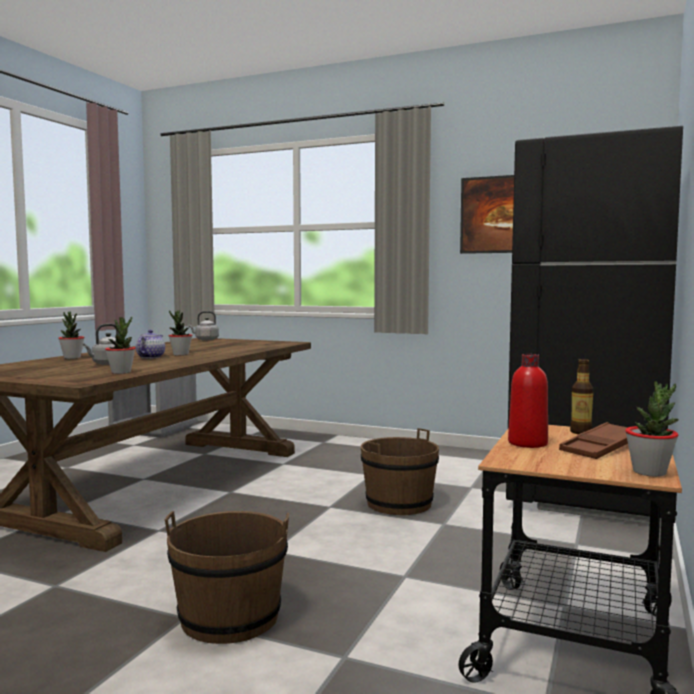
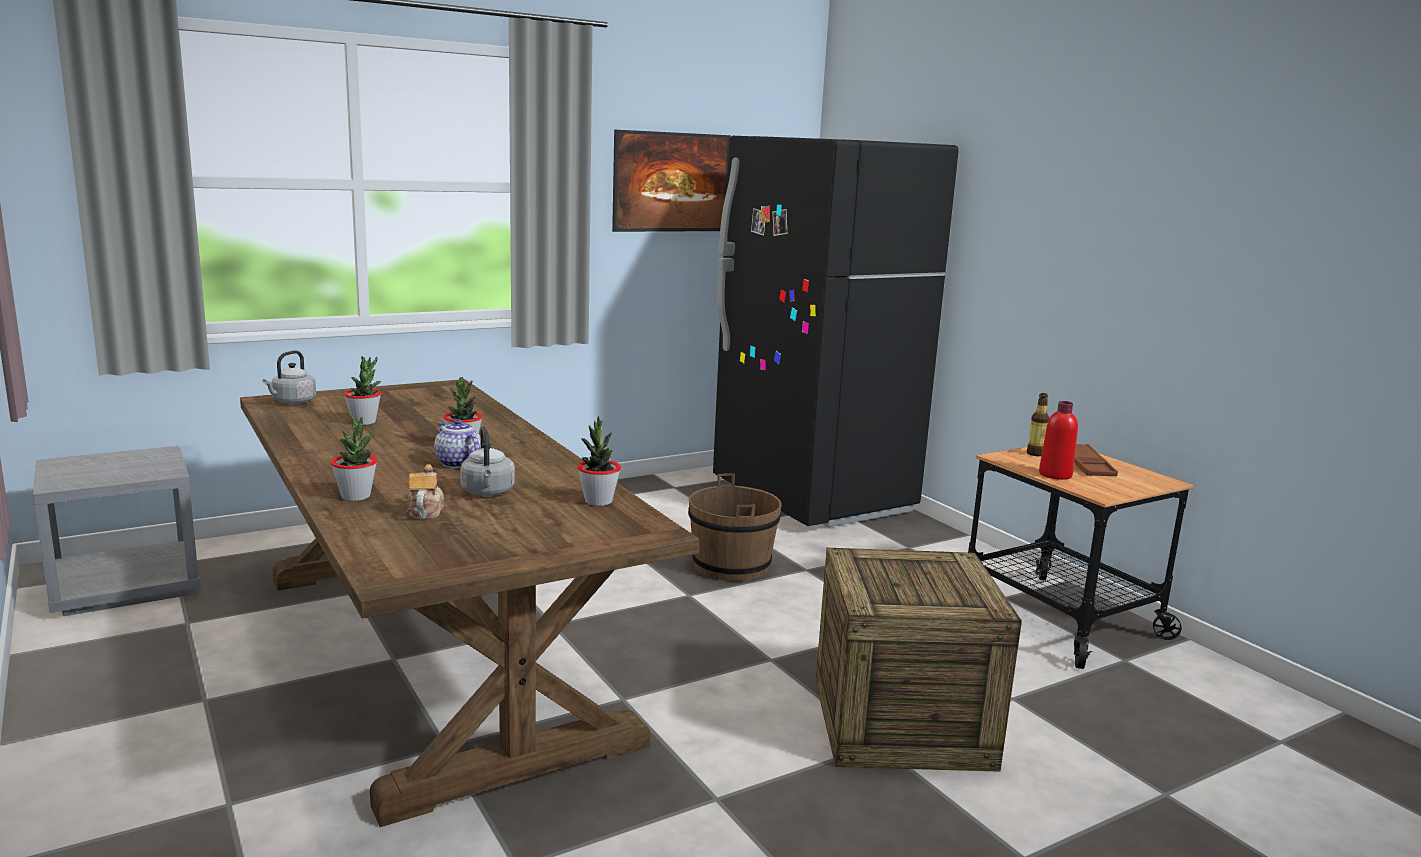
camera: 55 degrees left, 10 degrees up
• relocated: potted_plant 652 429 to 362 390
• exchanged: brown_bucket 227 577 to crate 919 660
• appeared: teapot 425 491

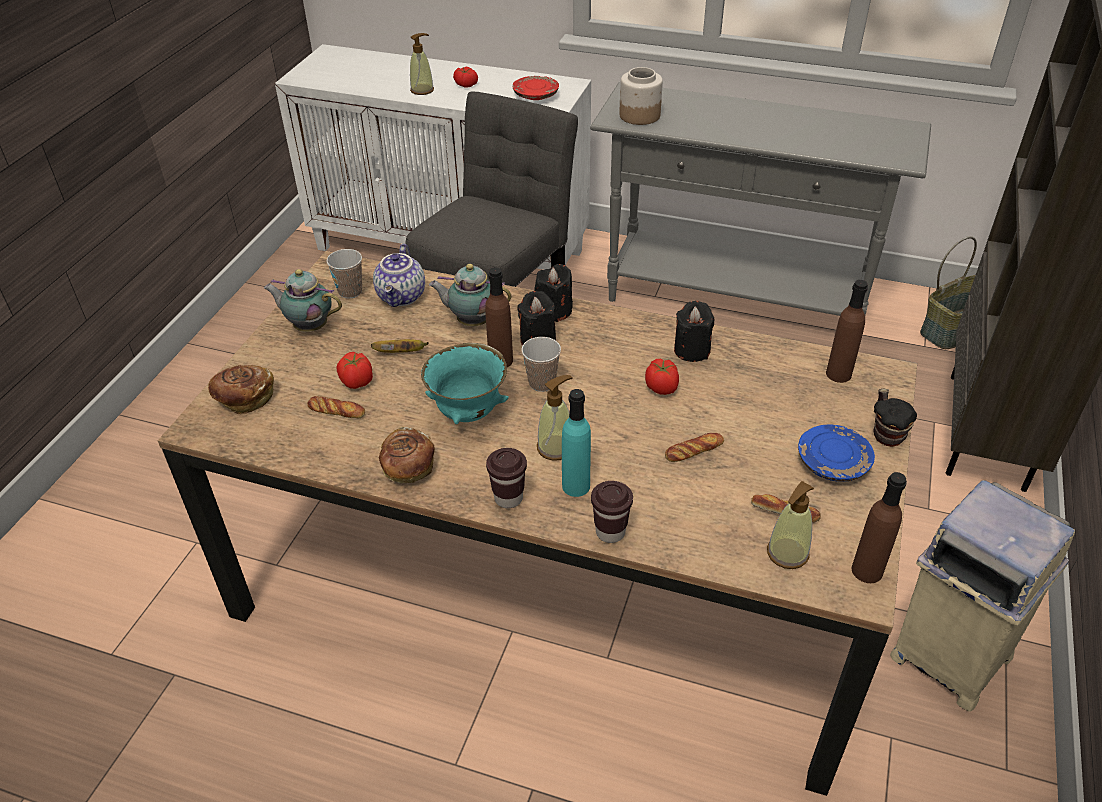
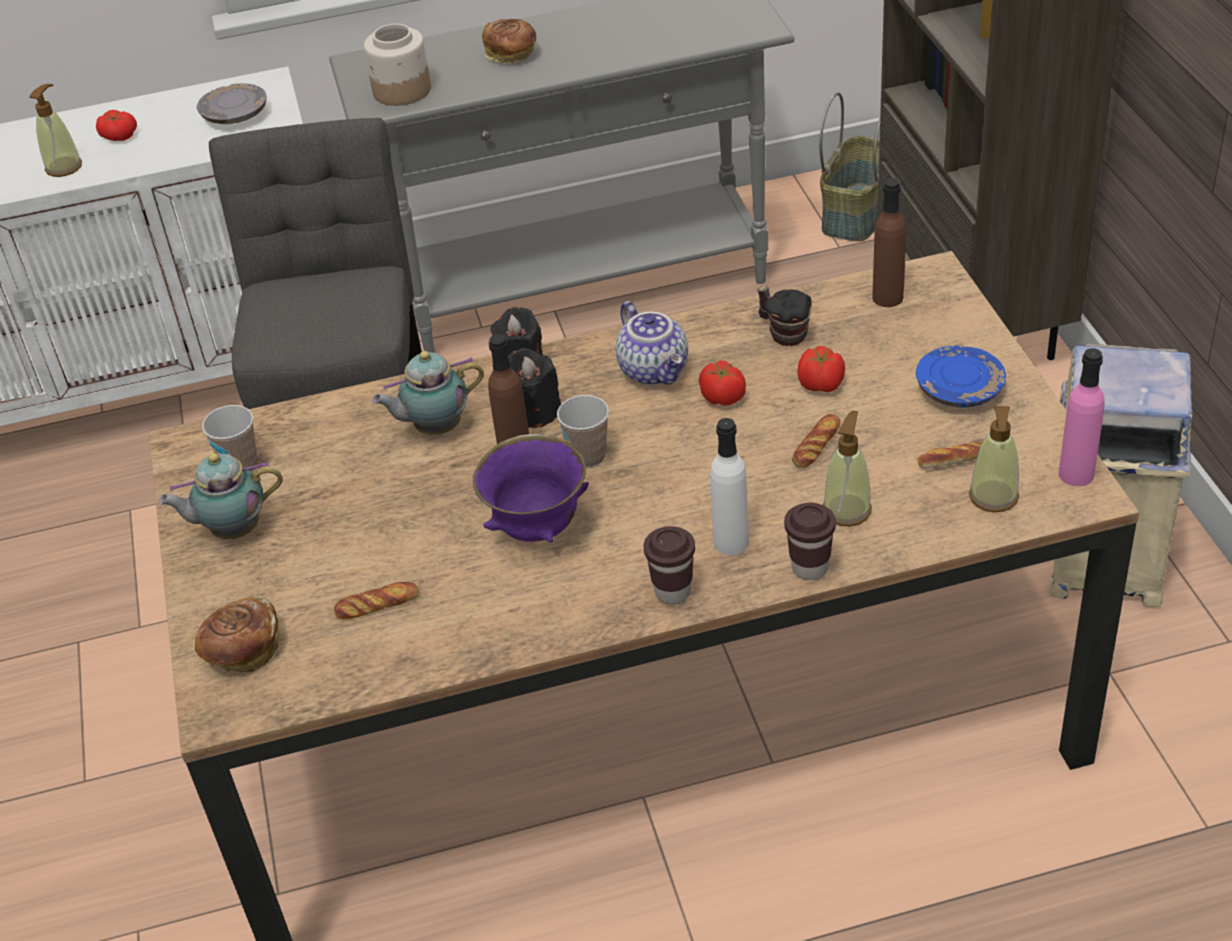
camera: 30 degrees left, 0 degrees up
• colour: red_plate 535 88 to grey_plate 232 103
• relocated: teapot 399 275 to 652 343
• missing: black_candle 694 331
• missing: banana 400 346
• colour: turquoise_bowl 465 383 to purple_bowl 531 488
• relocated: tomato 355 370 to 821 369
• relocated: soap_dispenser 555 418 to 847 468
• relocated: mug 895 417 to 784 315
• colour: turquoise_bottle 576 443 to white_bottle 729 486
• relocated: bread 407 455 to 509 41
• colour: brown_bottle 879 527 to pink_bottle 1082 417

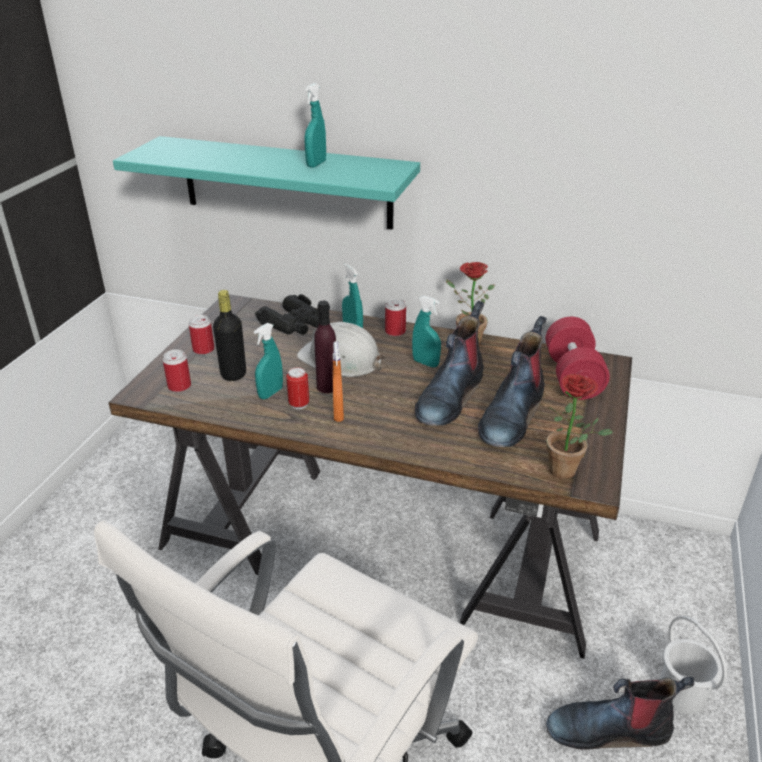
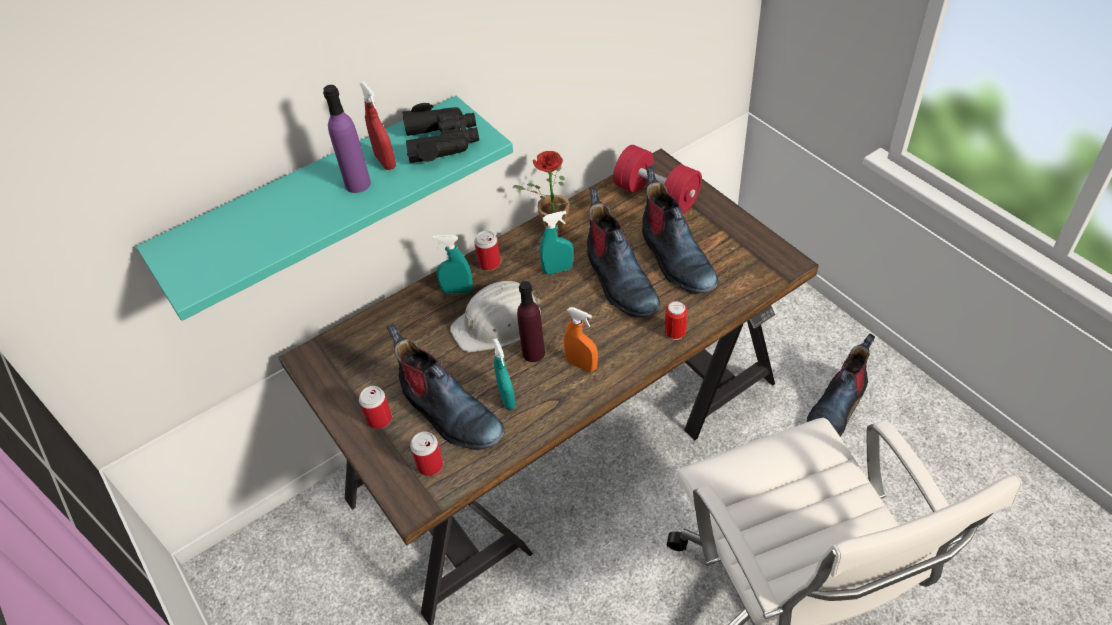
camera: 50 degrees left, 15 degrees up
• colour: turquoise_spray_bottle 315 125 to red_spray_bottle 378 126
• exchanged: black_bottle 229 335 to boot 445 386
• relocated: black_binoculars 287 314 to 440 133
• relocated: can 297 388 to 676 320
• missing: potted_plant 579 426
• missing: white_bucket 693 665
• appeared: purple_bottle 347 139

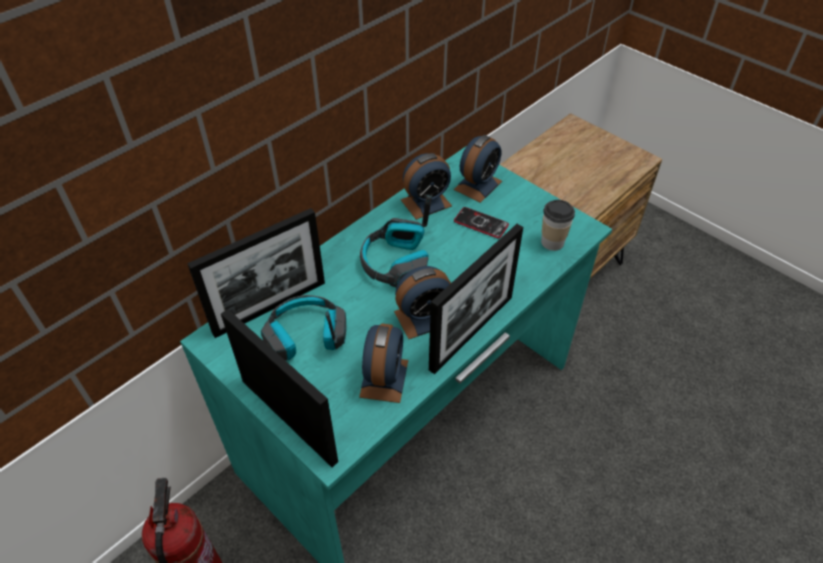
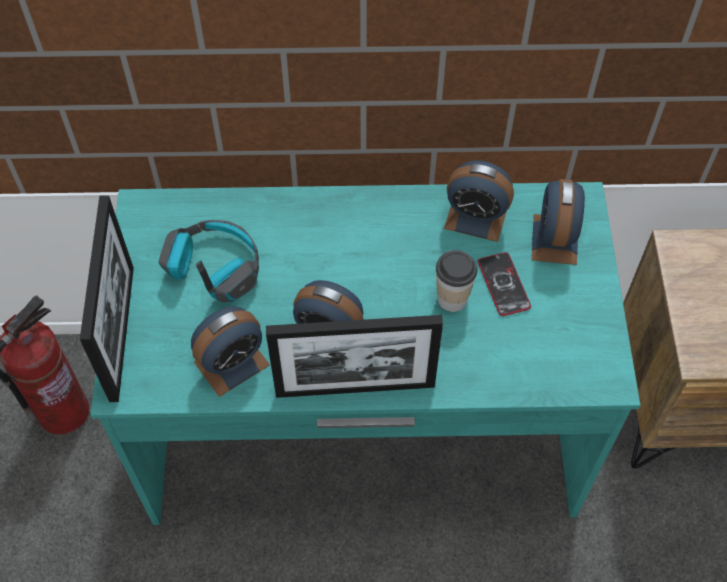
camera: 45 degrees right, 10 degrees up
• spun: alarm_clock 478 169 = 558 222 105 degrees clockwise
• missing: headphones 396 241
• relocated: cup 558 225 to 456 281
• missing: picture_frame 256 273

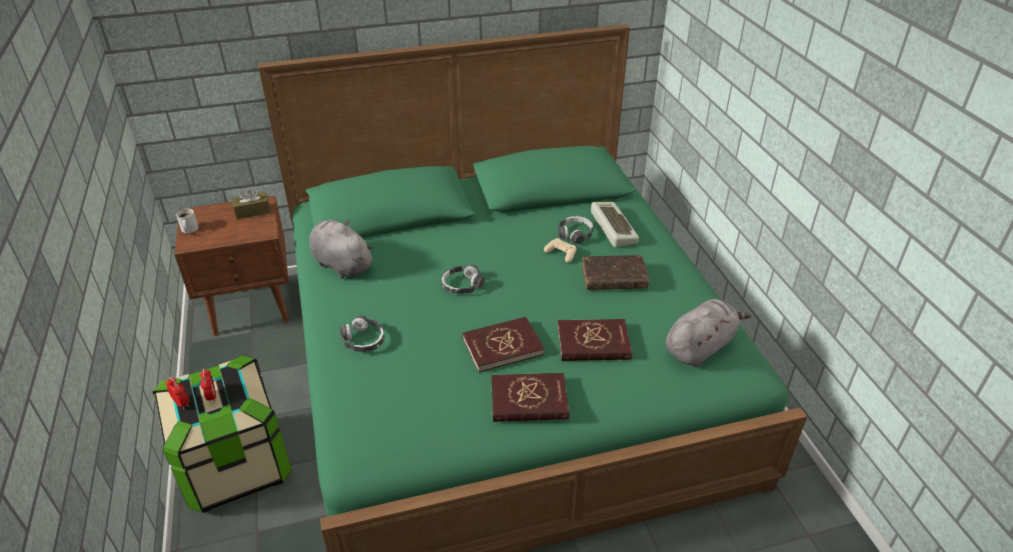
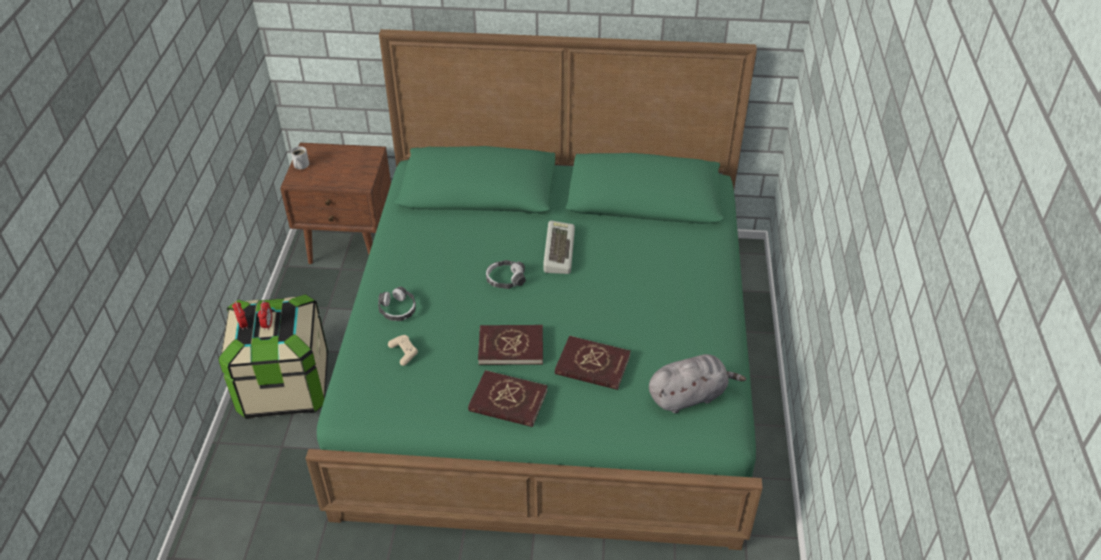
camera: 20 degrees right, 5 degrees up
• missing: brown_tissue_box 251 203
• relocated: keyboard 615 225 to 559 247
• missing: headphones 576 230
• missing: grey_plush_toy 342 249
• relocated: beige_game_controller 560 250 to 403 350
• missing: brown_book 615 272

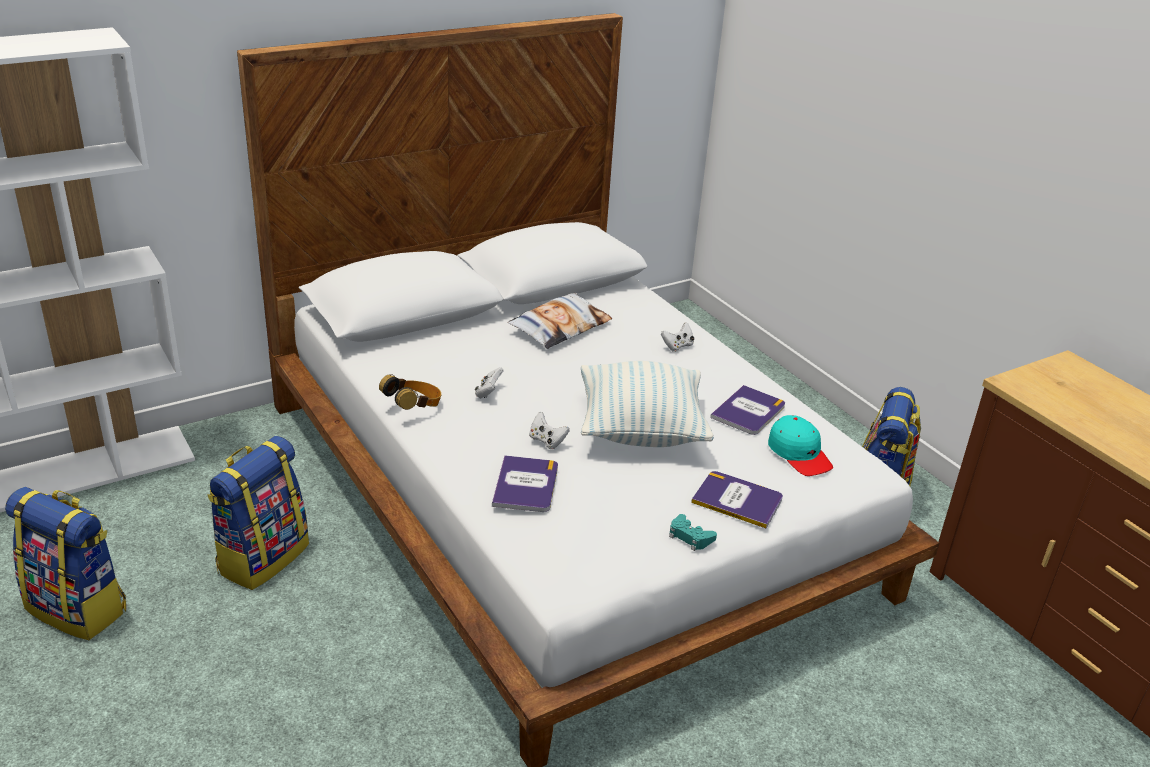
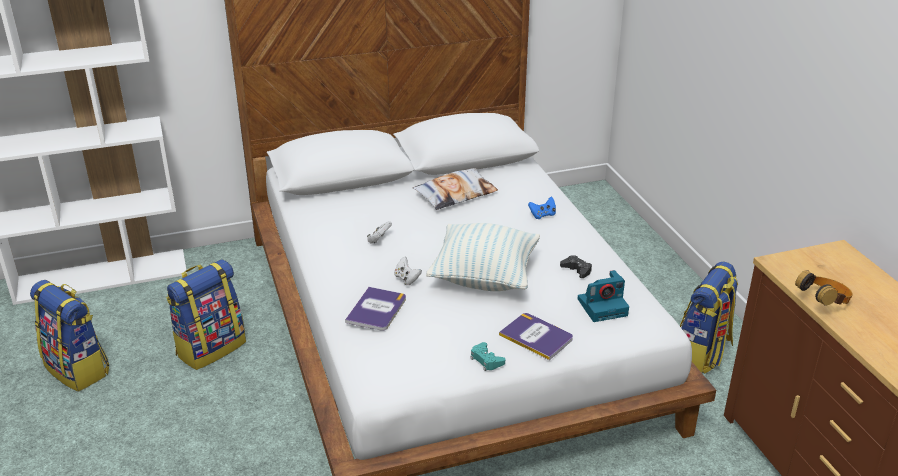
camera: 15 degrees right, 0 degrees up
• colour: white_game_controller 677 337 to blue_game_controller 542 208
• relocated: headphones 410 392 to 824 288
• exchanged: book 747 410 to black_game_controller 576 266
• exchanged: turquoise_cap 800 445 to photo_camera 603 296

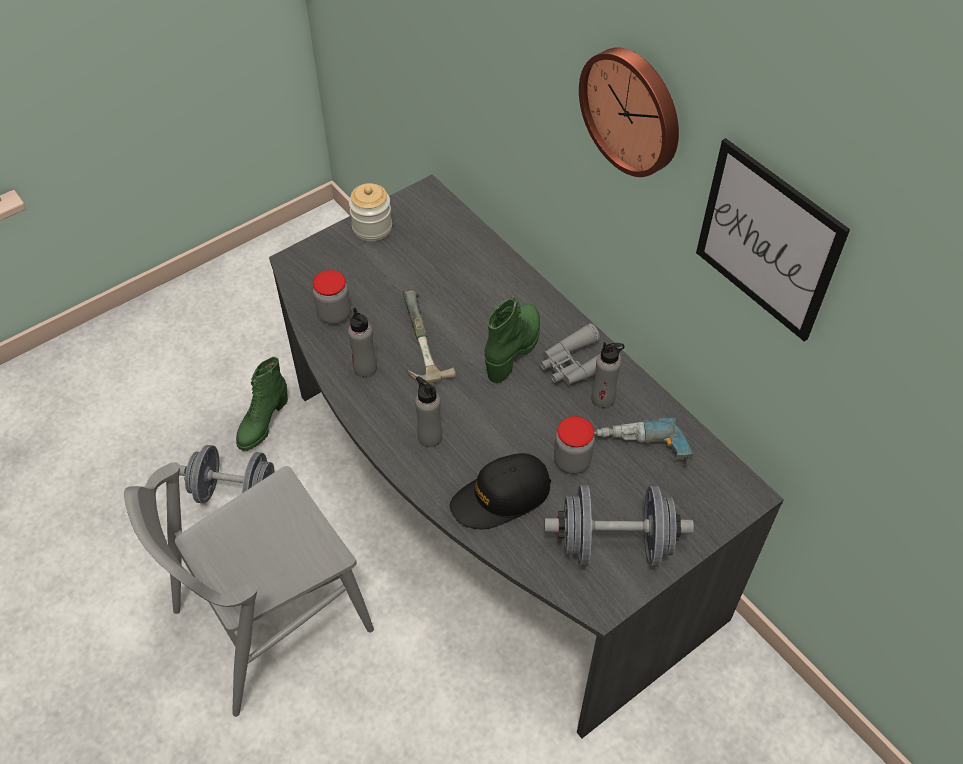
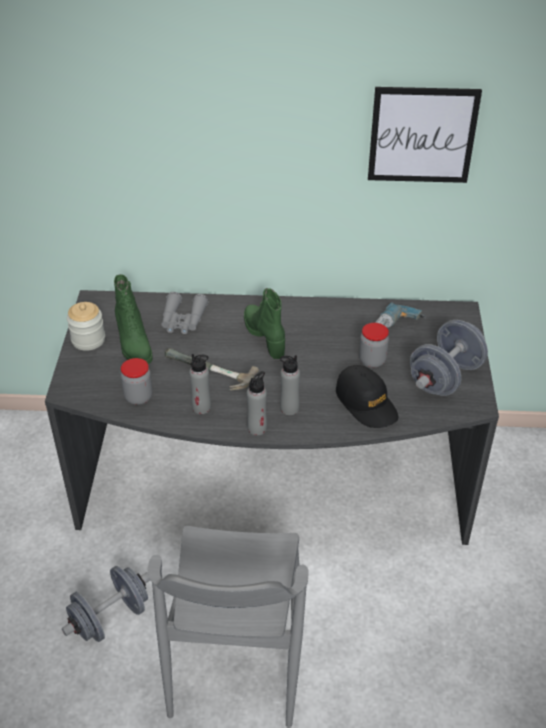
camera: 50 degrees left, 10 degrees down
• missing: wall_clock 629 112
• relocated: grey_binoculars 580 354 to 185 313
• relocated: grey_bottle 608 375 to 257 403
• relocated: green_boot 262 404 to 133 319
• spun: black_cap 500 491 = 367 396 45 degrees counterclockwise

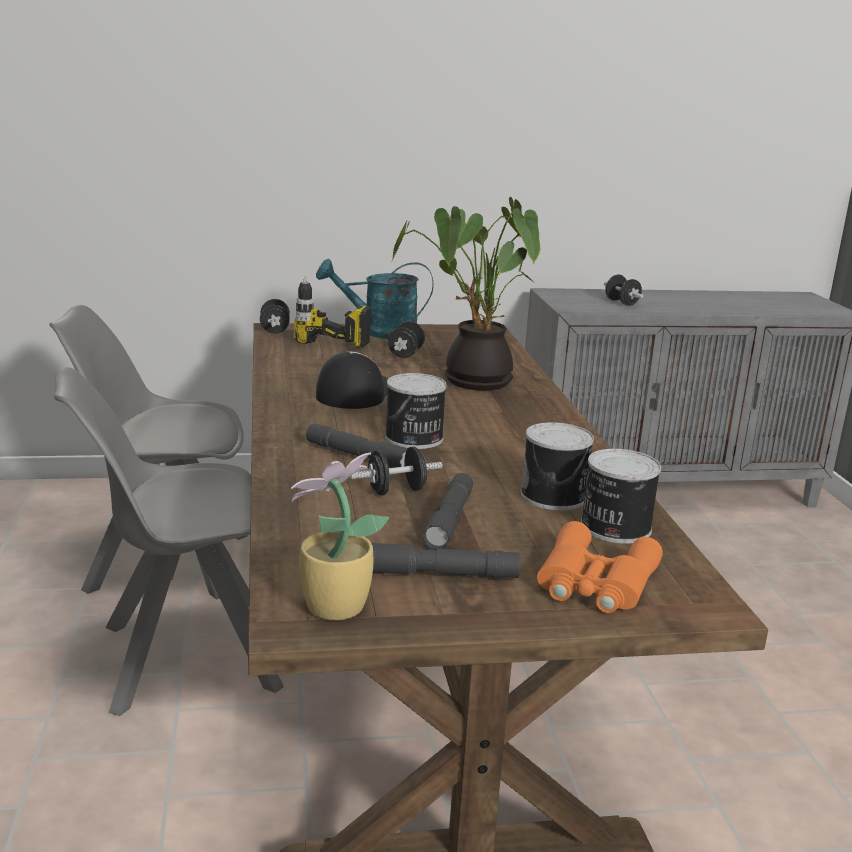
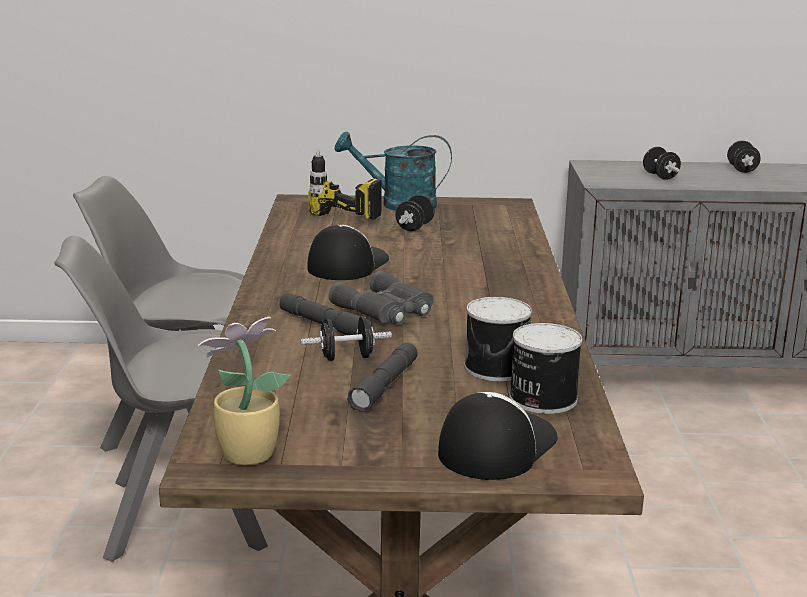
camera: 10 degrees right, 0 degrees up
• missing: potted_plant 465 294
• relocated: black_dumbbell 275 316 to 744 157
• exchanged: can 416 411 to grey_binoculars 381 297
• exchanged: orange_binoculars 600 567 to cap 498 436
• missing: grey_flashlight 445 560

